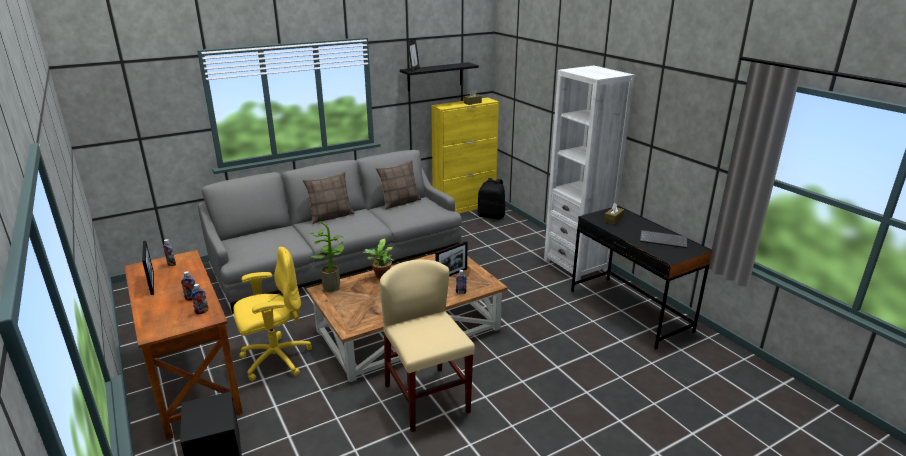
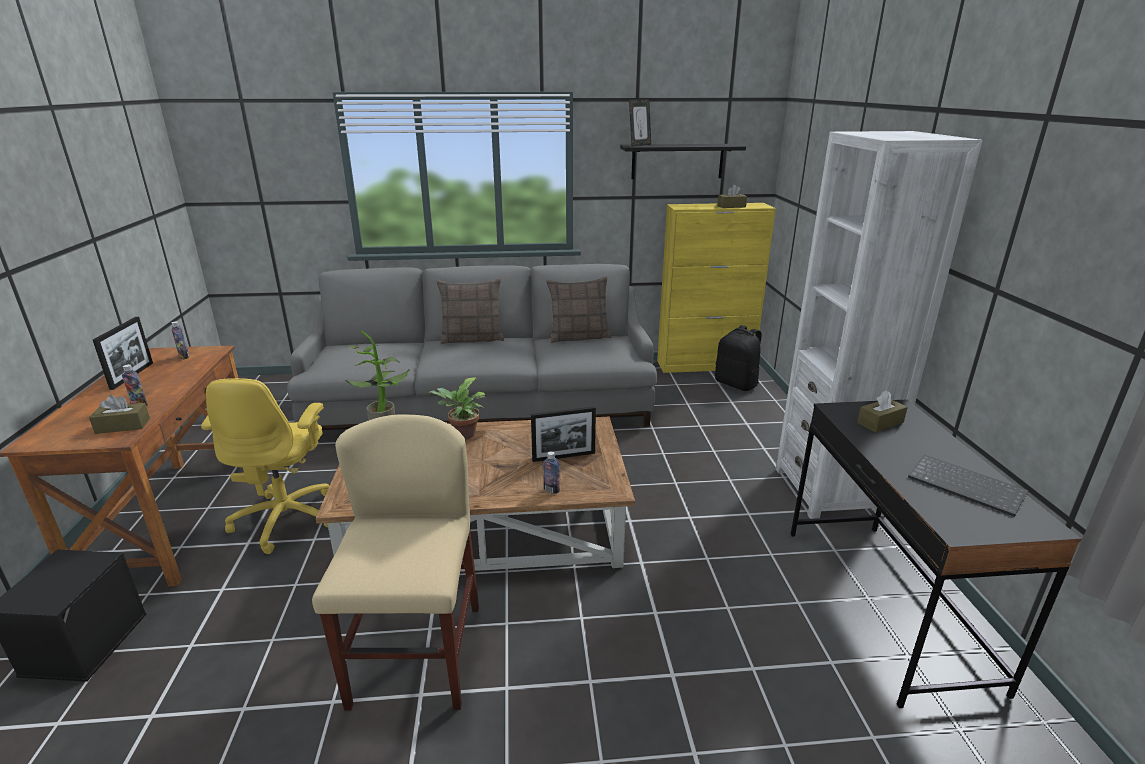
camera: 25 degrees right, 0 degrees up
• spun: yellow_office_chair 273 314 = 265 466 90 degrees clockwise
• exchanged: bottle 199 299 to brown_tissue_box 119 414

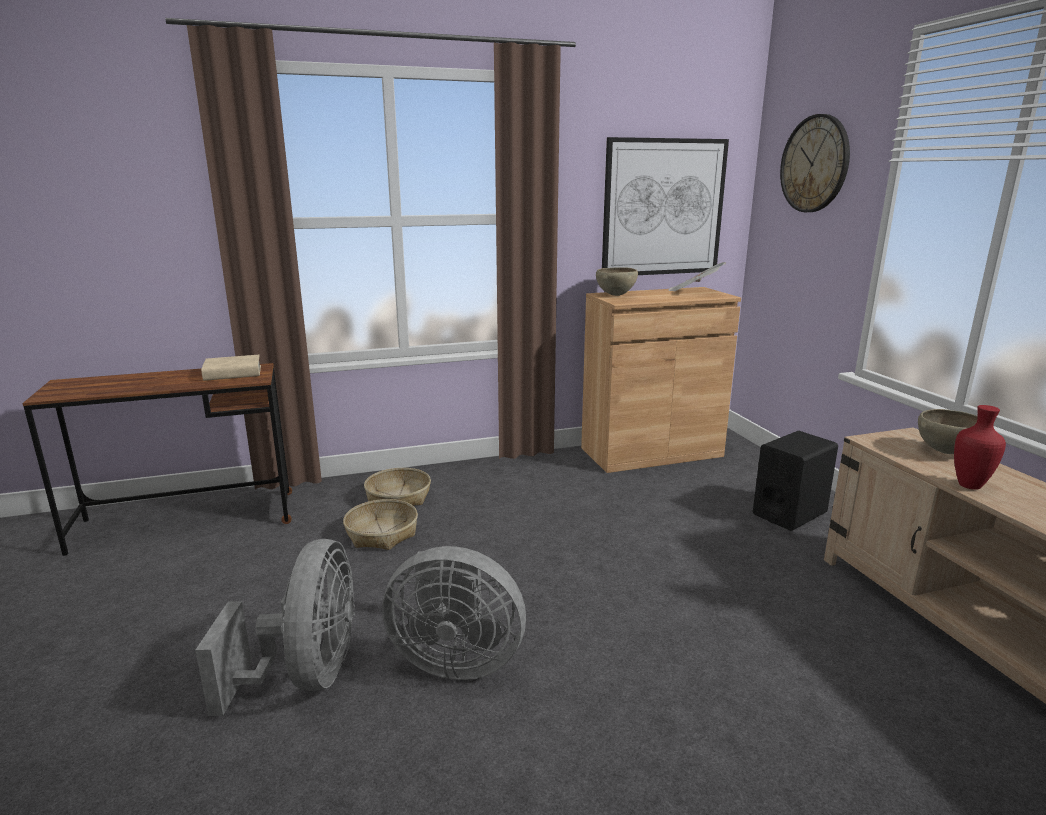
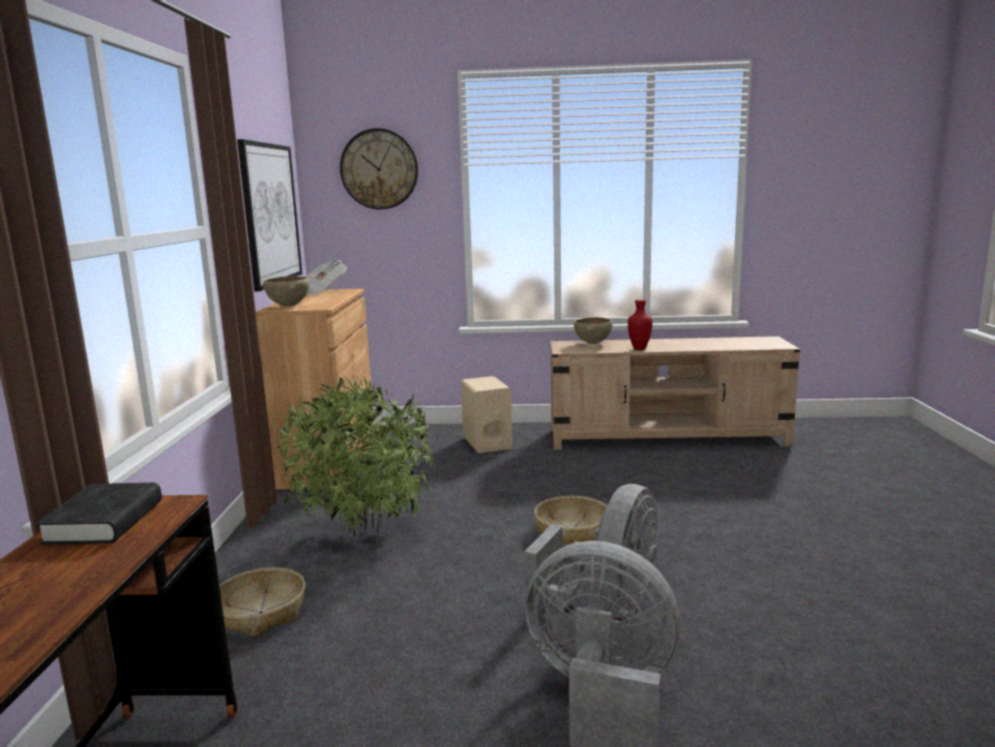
camera: 70 degrees left, 5 degrees down
• colour: beige_book 231 368 to black_book 99 514
• colour: black_speaker 795 481 to beige_speaker 487 414
• relocated: basket 380 524 to 570 520
• appeared: potted_plant 356 454

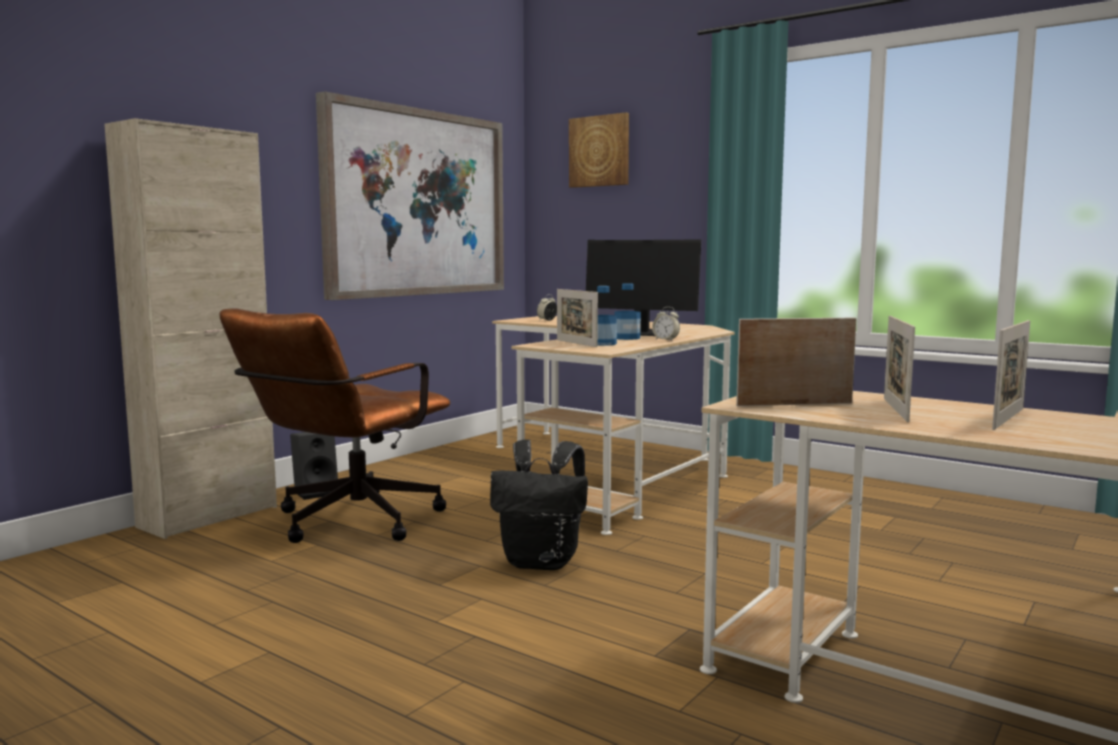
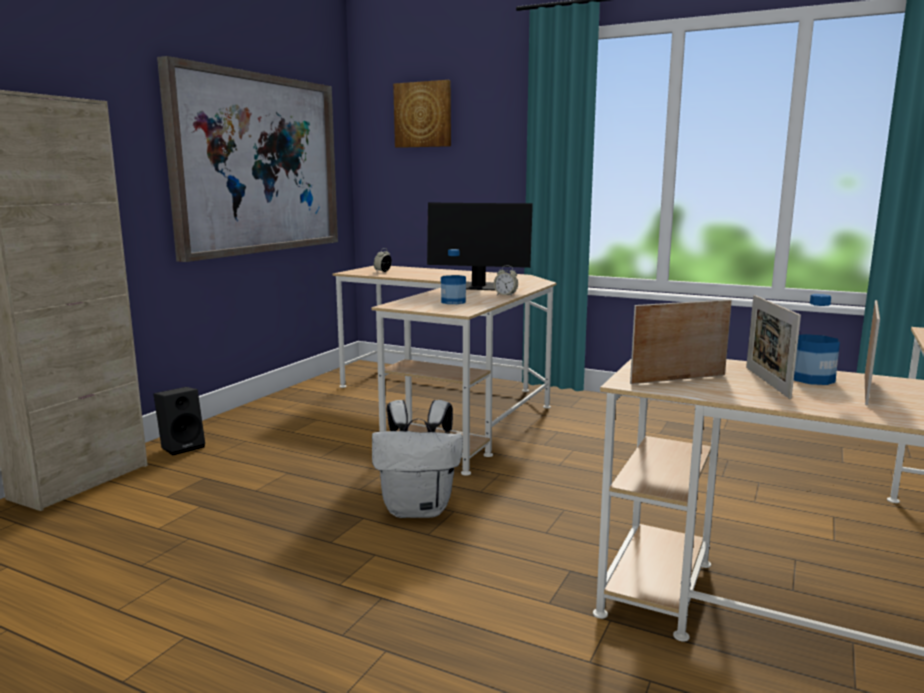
camera: 10 degrees left, 5 degrees up
• relocated: bottle 628 311 to 817 339
• missing: picture_frame 577 318
• missing: brown_office_chair 334 425
• colour: black_backpack 539 504 to white_backpack 417 459

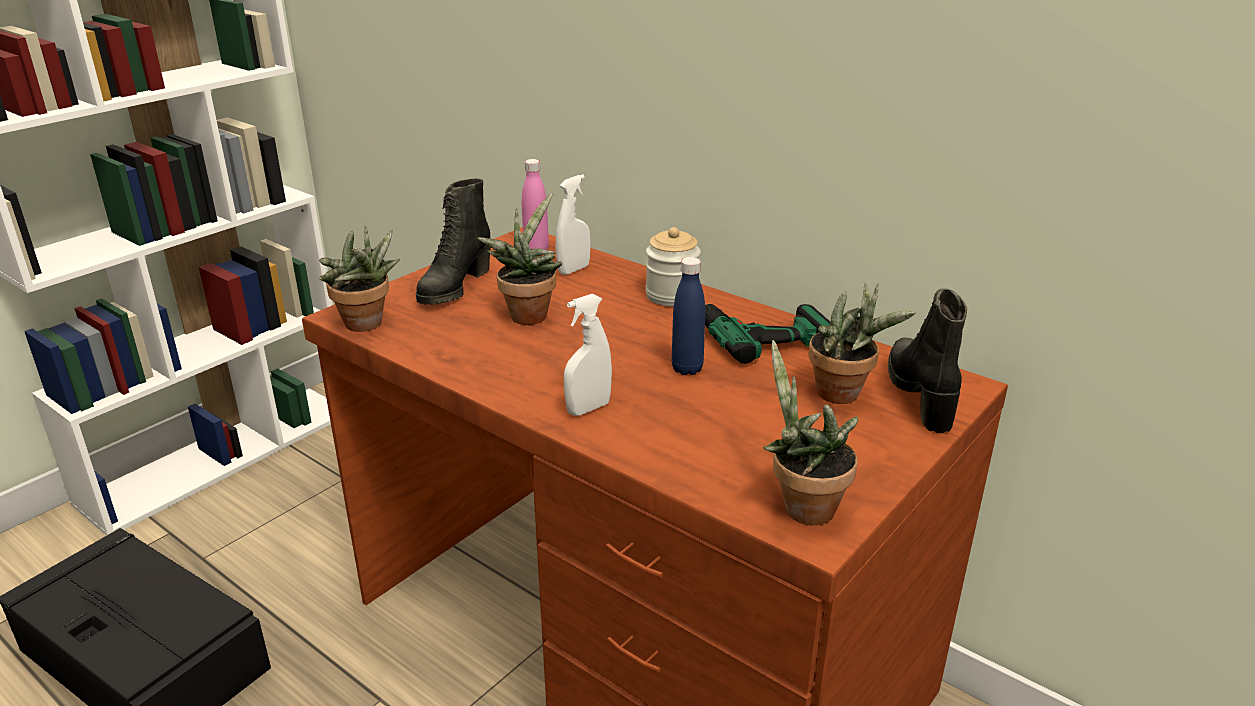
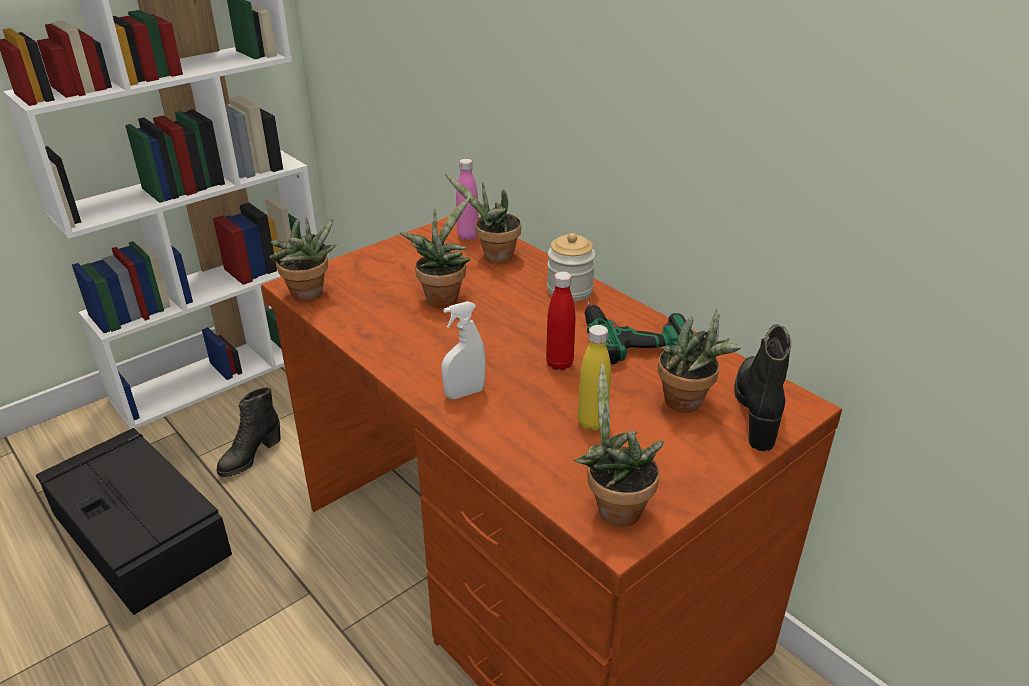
camera: 10 degrees right, 5 degrees up
• exchanged: white_spray_bottle 573 224 to potted_plant 483 218
• relocated: black_boot 453 241 to 248 432
• colour: blue_bottle 688 316 to red_bottle 560 320
• appeared: yellow_bottle 594 378

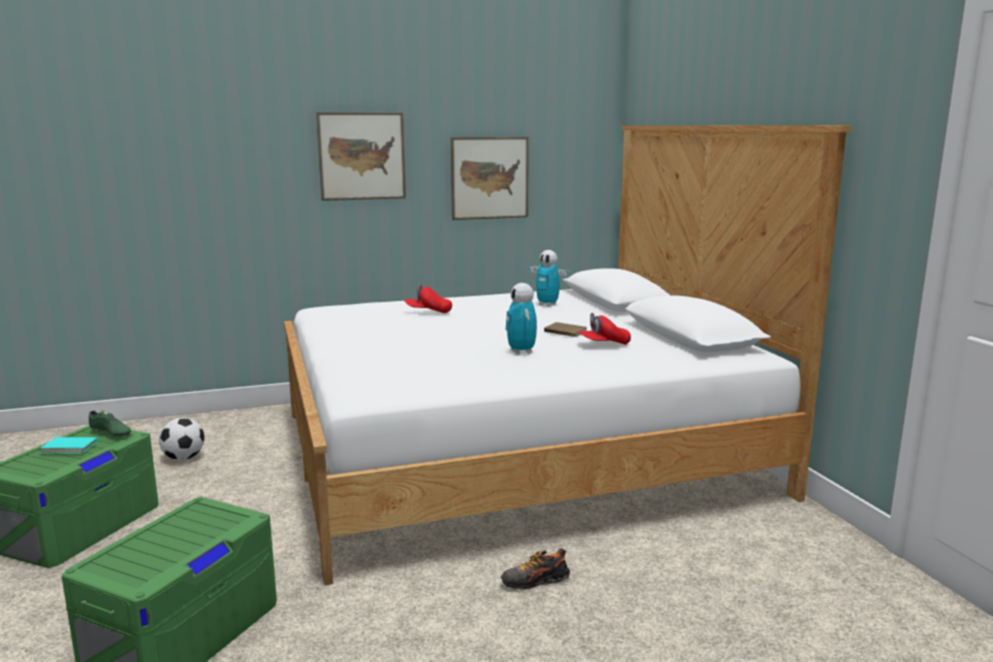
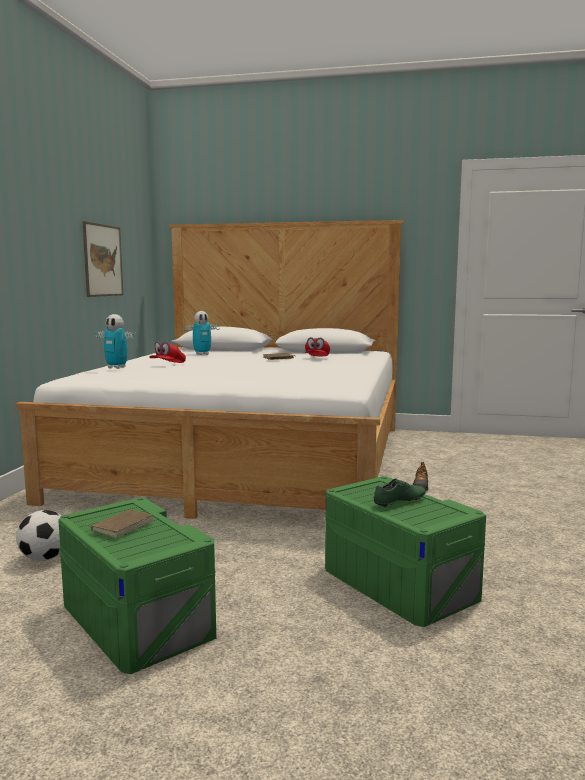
camera: 60 degrees left, 5 degrees down
• missing: picture 361 156
• relocated: toy_robot 521 318 to 115 341
• relocated: green_shoe 110 424 to 400 493
• colour: turquoise_book 69 444 to brown_book 119 524

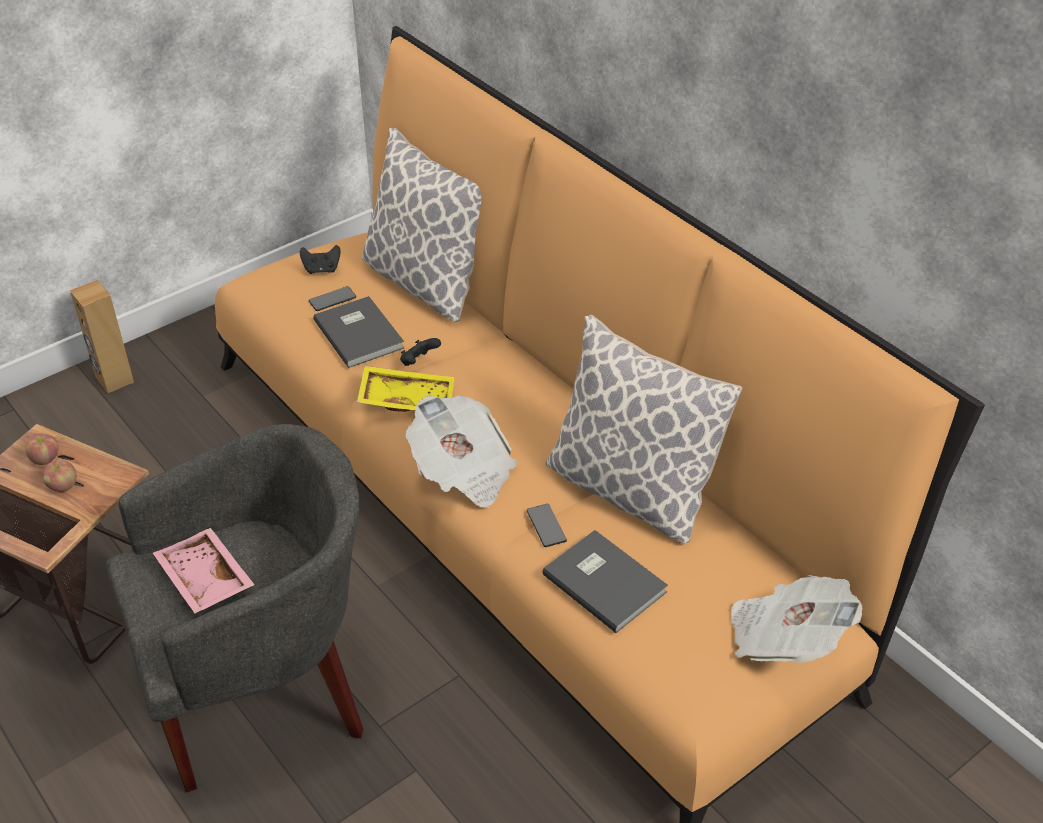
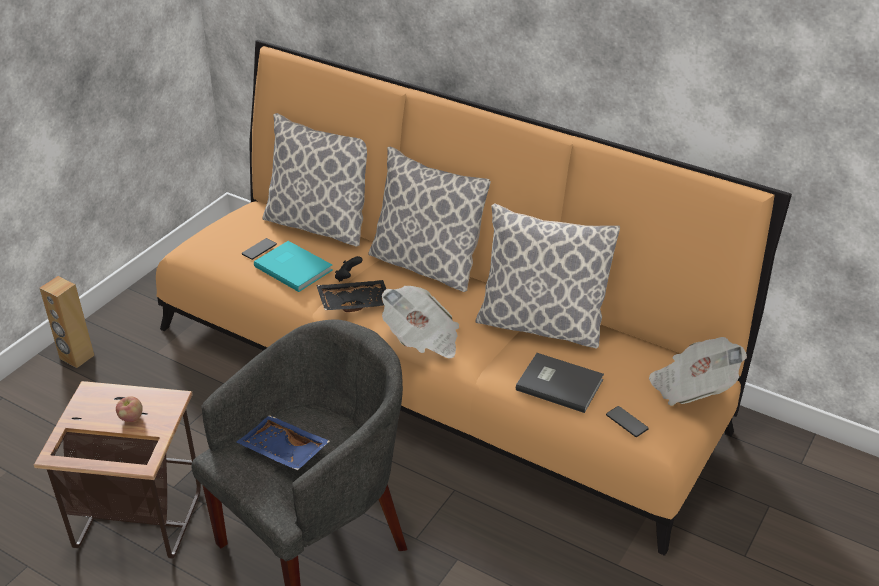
camera: 20 degrees left, 5 degrees down
• missing: black_game_controller 320 259
• colour: grey_book 358 332 to turquoise_book 293 266
• colour: yellow_tray 406 389 to black_tray 351 296
• missing: apple 42 449
• relocated: phone 547 525 to 627 421
• colour: pink_tray 204 570 to blue_tray 283 443
• appeared: pillow 429 219

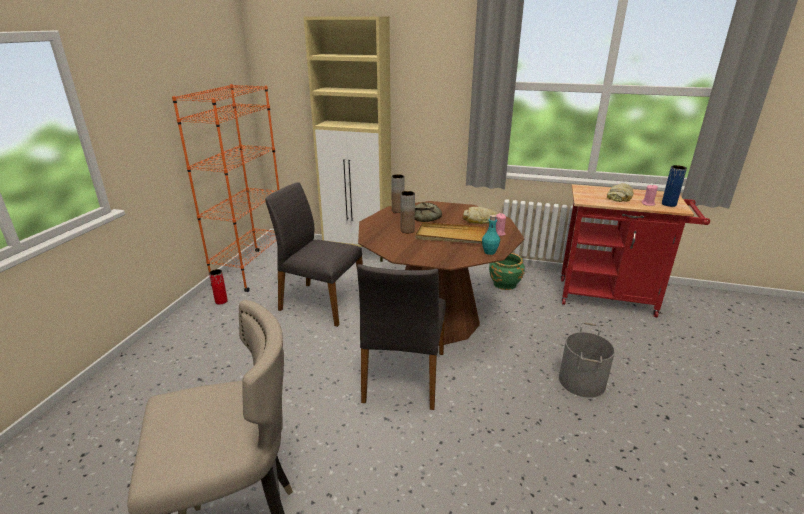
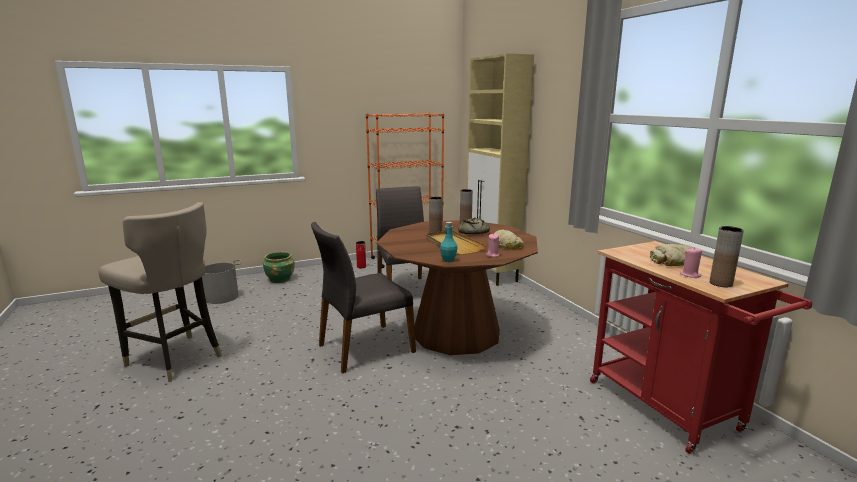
camera: 50 degrees right, 10 degrees down
• colour: blue_vase 674 186 to brown_vase 727 256
• relocated: green_planter 507 271 to 279 267
• relocated: grey_bucket 587 360 to 221 282

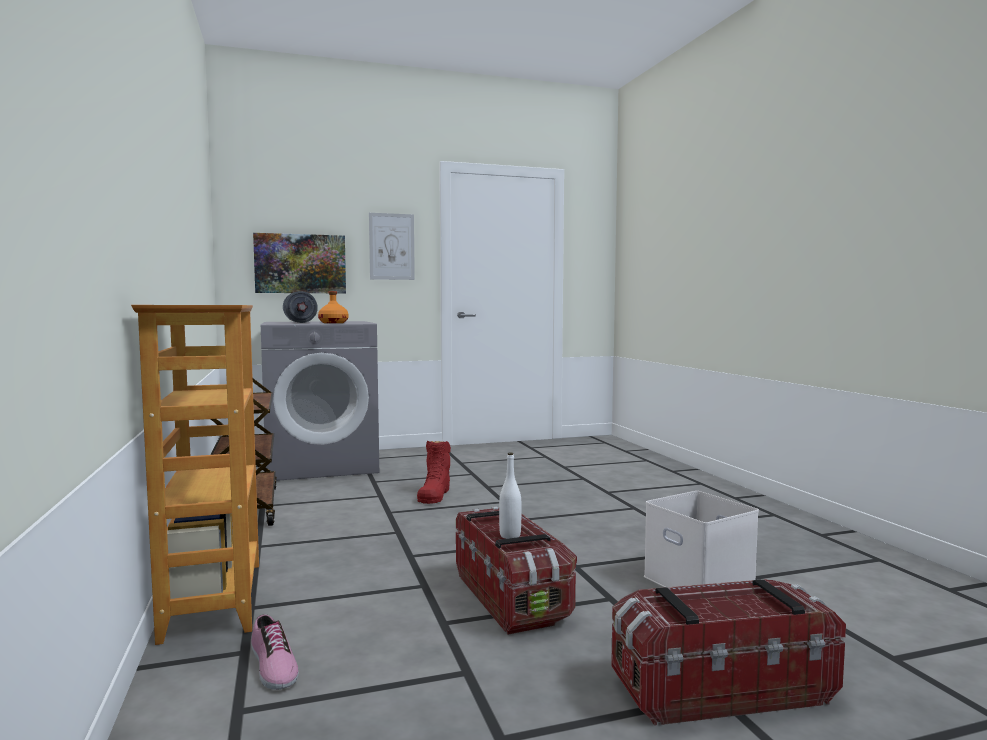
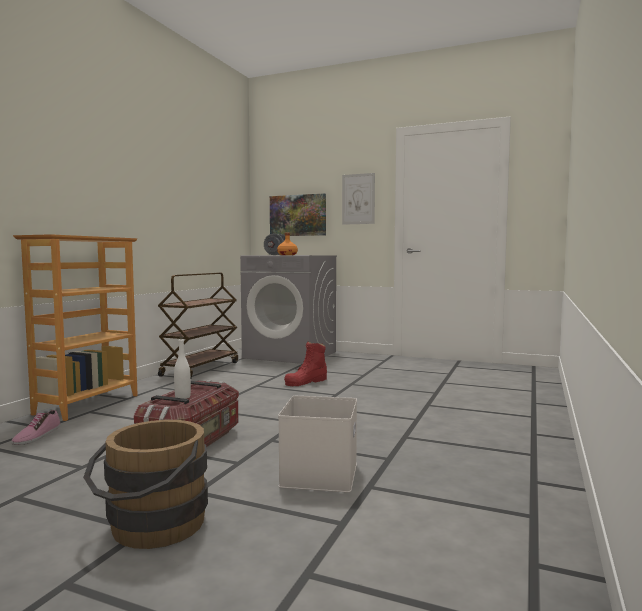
camera: 40 degrees right, 0 degrees up
• exchanged: storage_box 728 652 to brown_bucket 145 484

